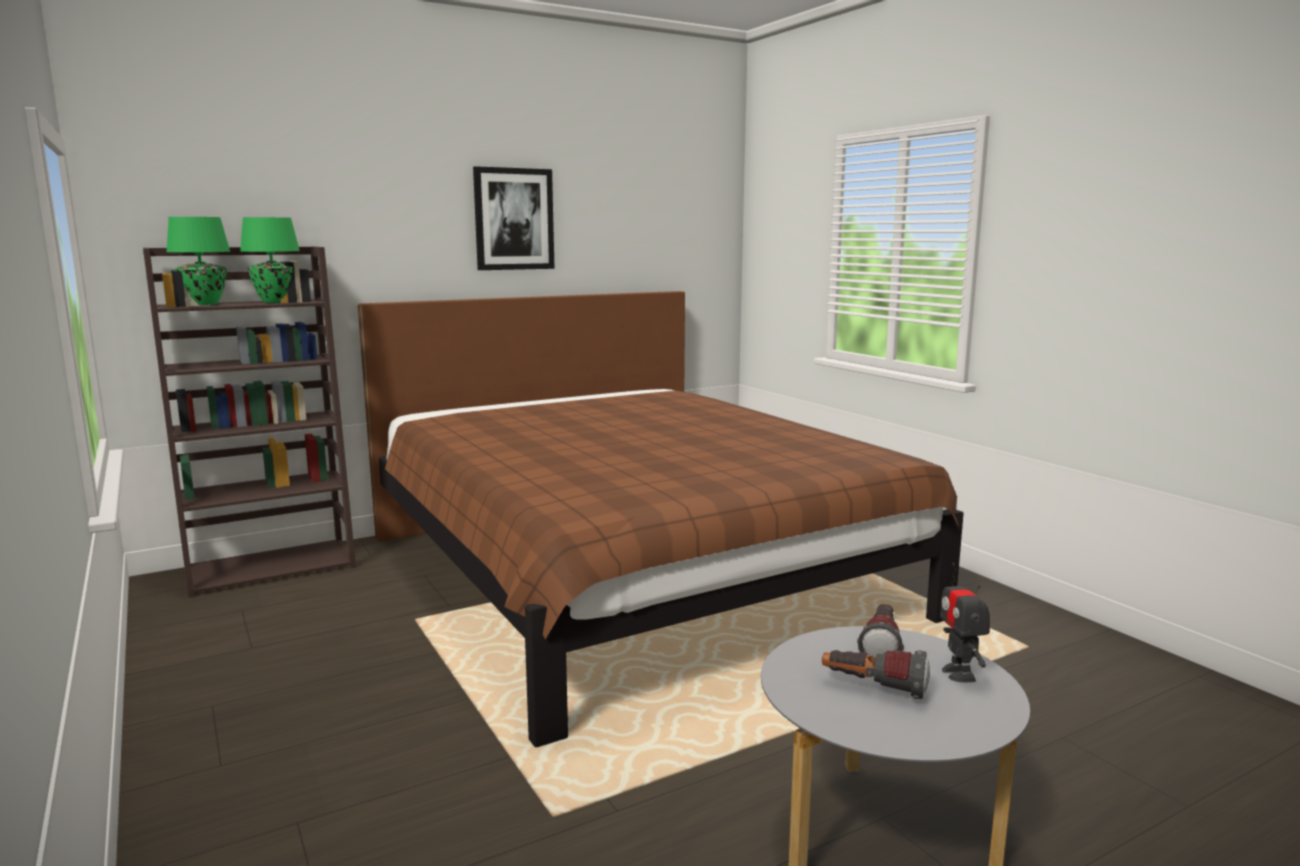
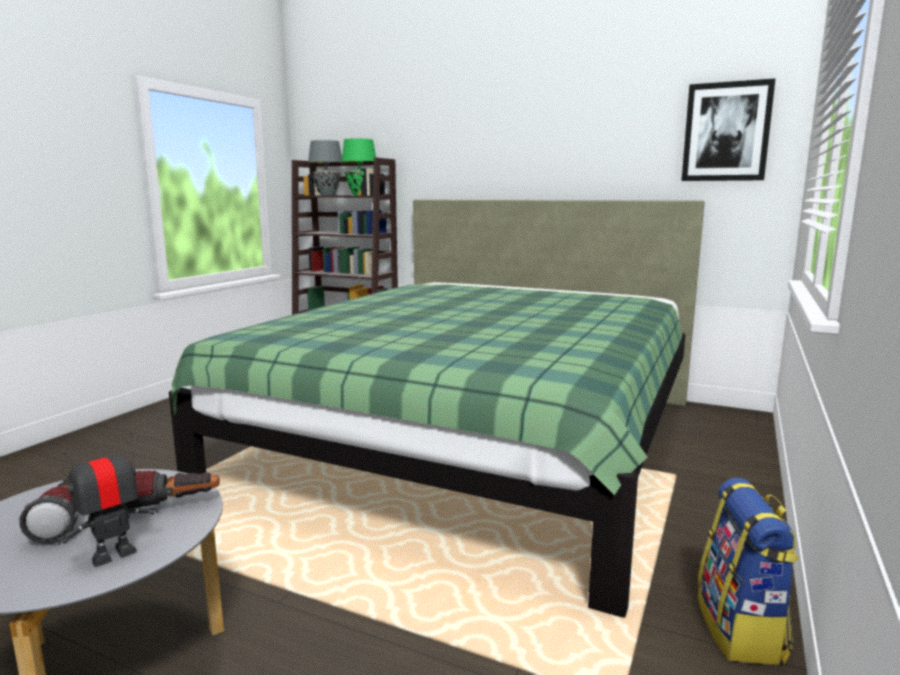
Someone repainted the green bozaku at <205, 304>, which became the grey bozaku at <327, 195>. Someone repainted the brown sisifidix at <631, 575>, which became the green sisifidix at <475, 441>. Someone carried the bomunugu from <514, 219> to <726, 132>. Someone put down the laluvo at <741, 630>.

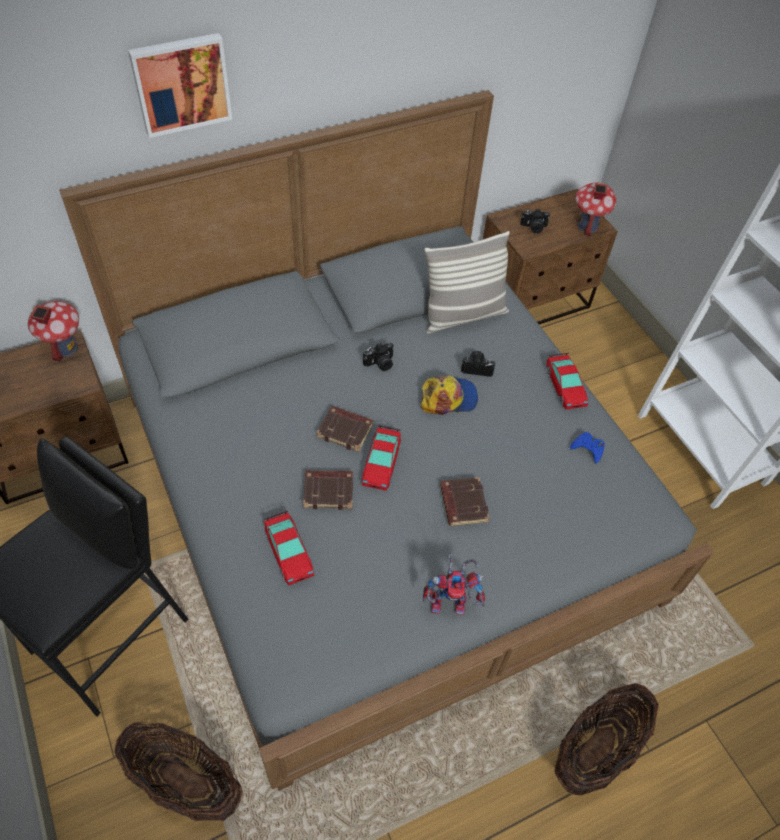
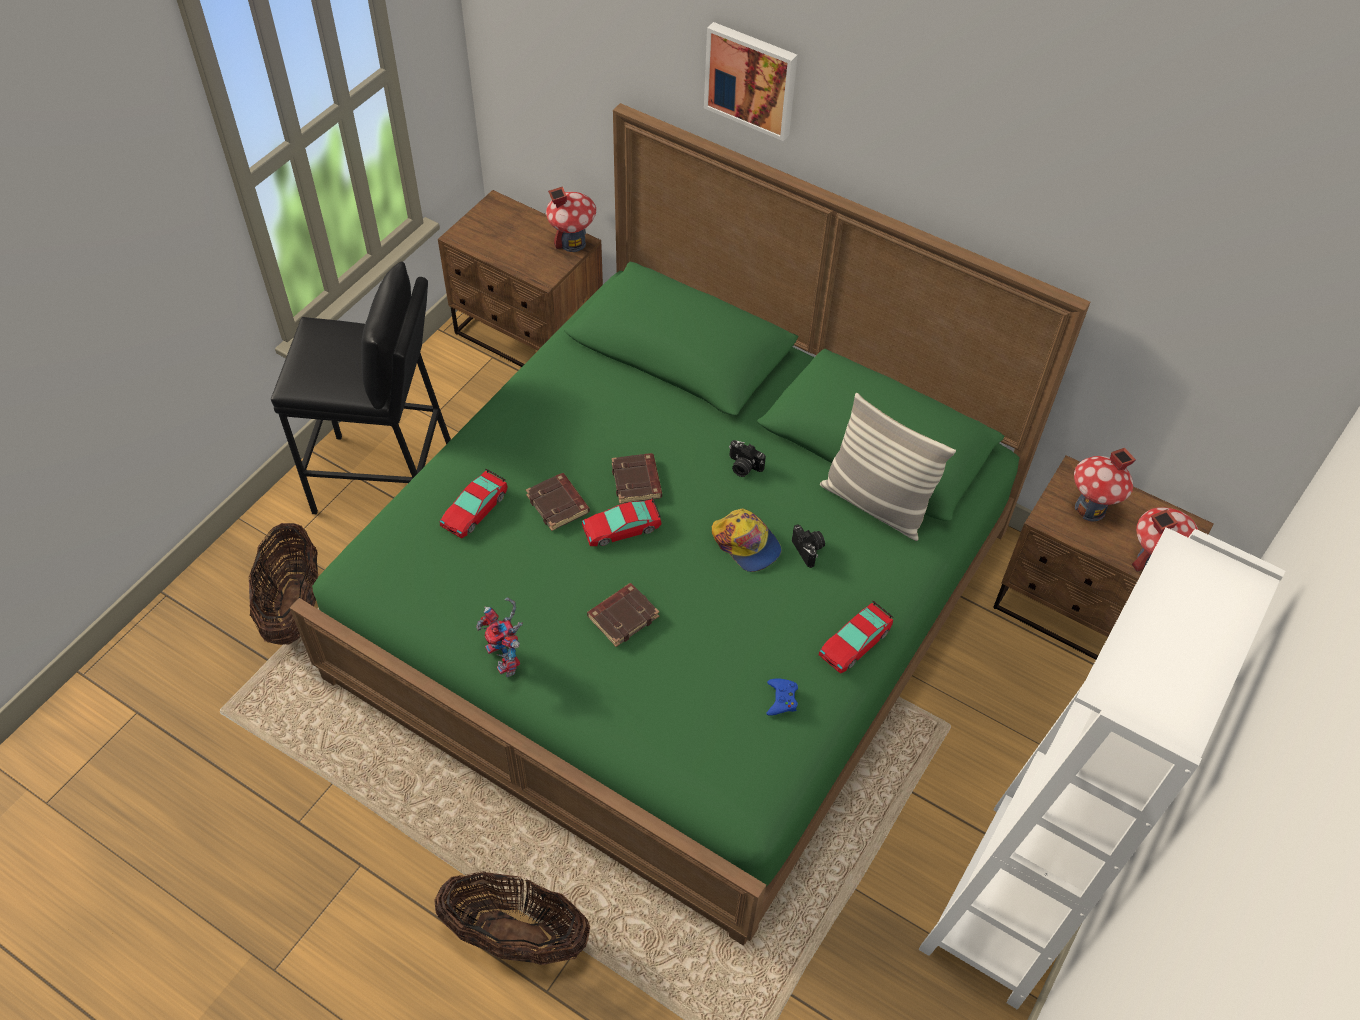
Someone repainted the grey sisifidix at <383, 493>, which became the green sisifidix at <677, 599>. Someone swapped the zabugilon at <533, 227> for the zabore at <1090, 509>.

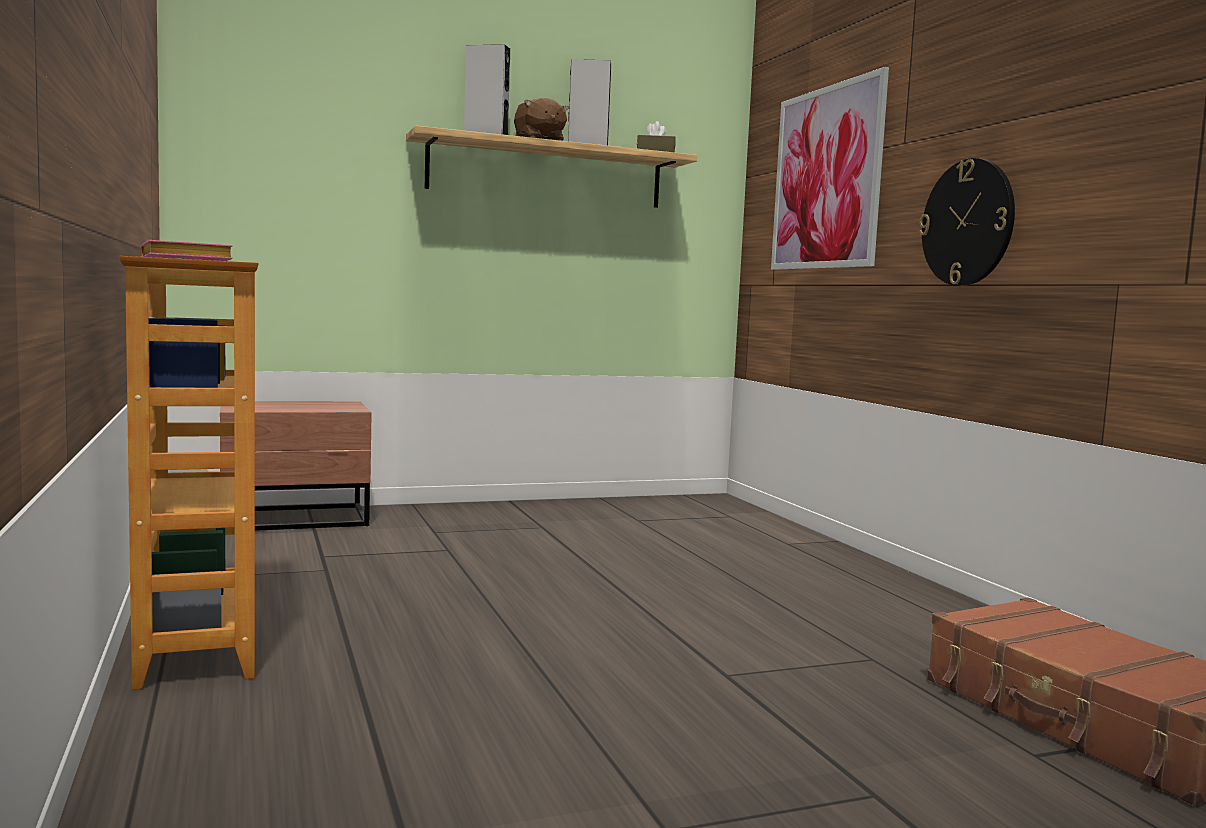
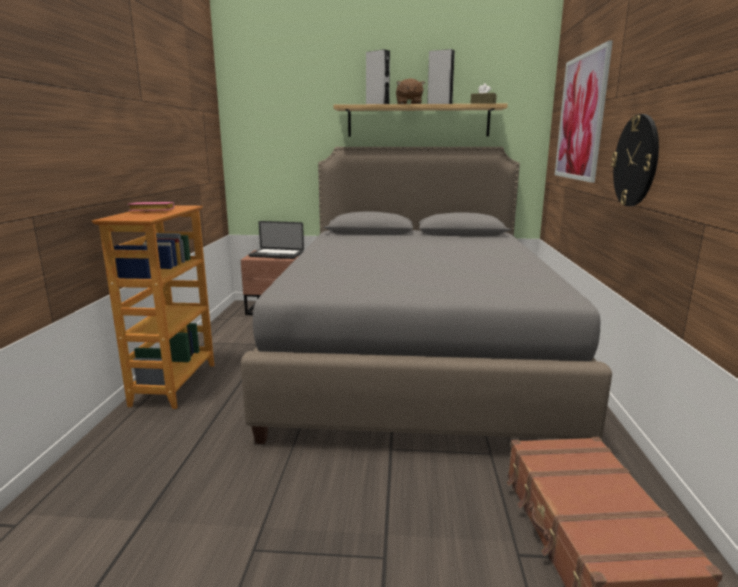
Someone put down the grey sisifidix at <415, 356>. Someone put down the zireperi at <276, 255>.

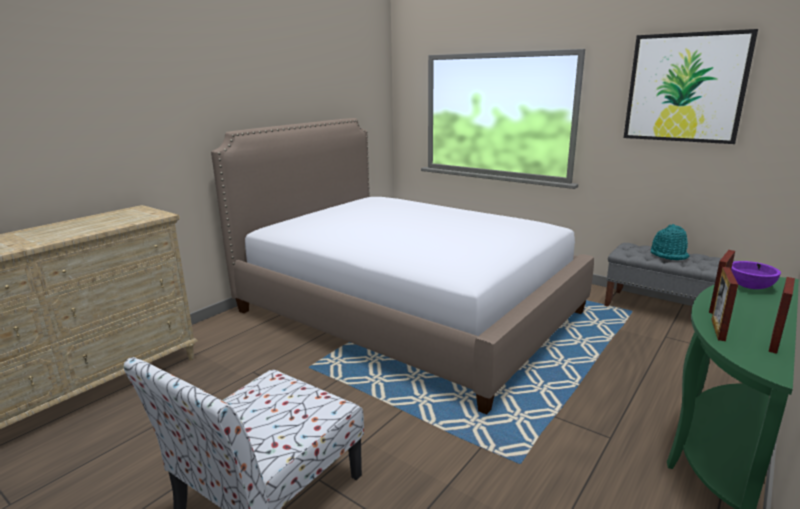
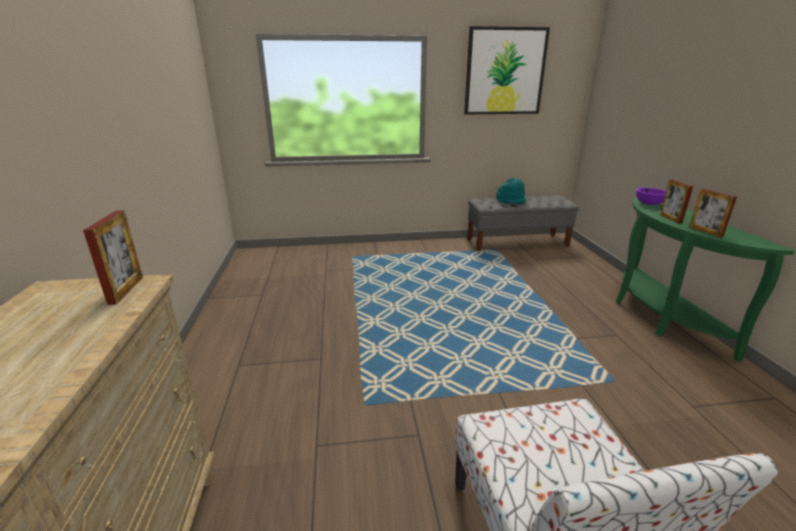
Someone took away the sisifidix at <407, 311>. Someone carried the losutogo from <774, 342> to <126, 290>.

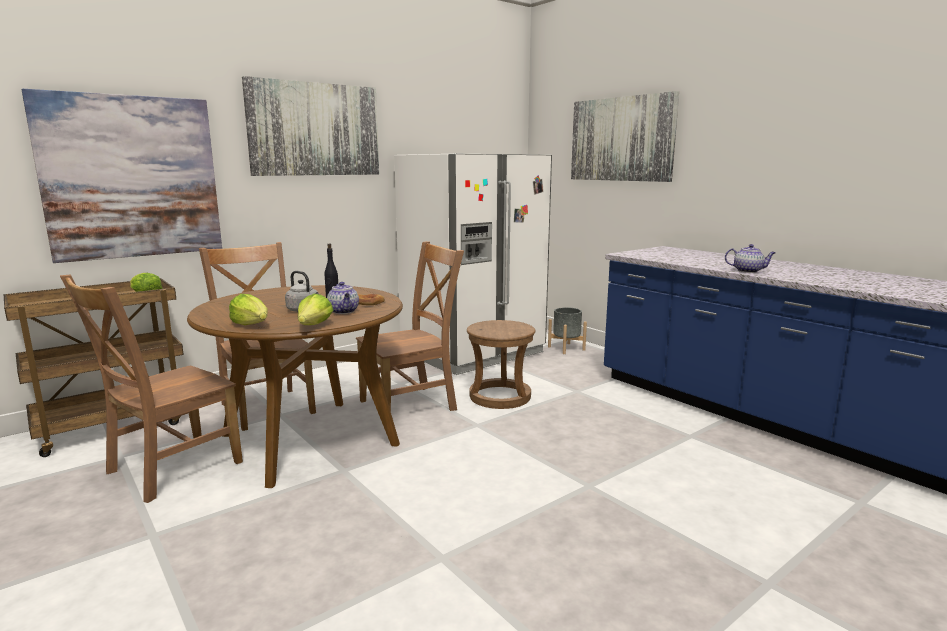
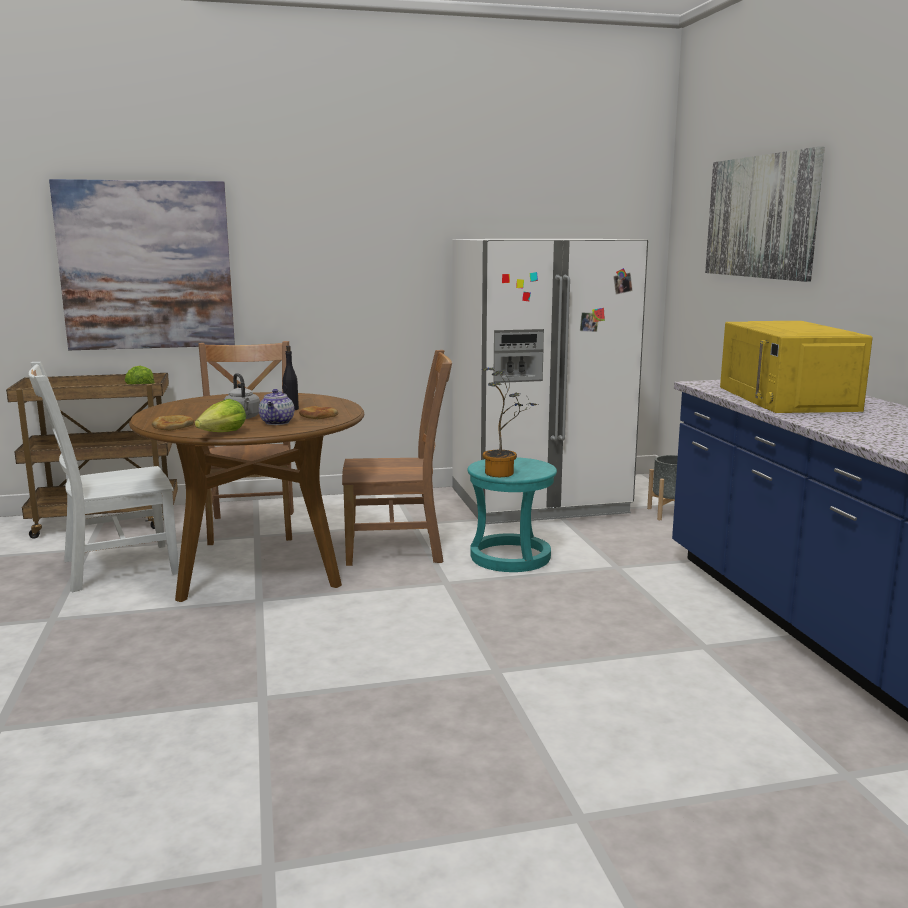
Someone repainted the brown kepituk at <169, 469>, which became the white kepituk at <114, 568>. Someone swapped the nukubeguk at <252, 325> for the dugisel at <173, 426>. Someone took away the bomunugu at <315, 129>. Someone repainted the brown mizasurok at <500, 396>, which became the turquoise mizasurok at <510, 557>. Someone took away the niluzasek at <748, 271>. Someone put down the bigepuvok at <504, 473>. Someone put down the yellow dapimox at <787, 398>.

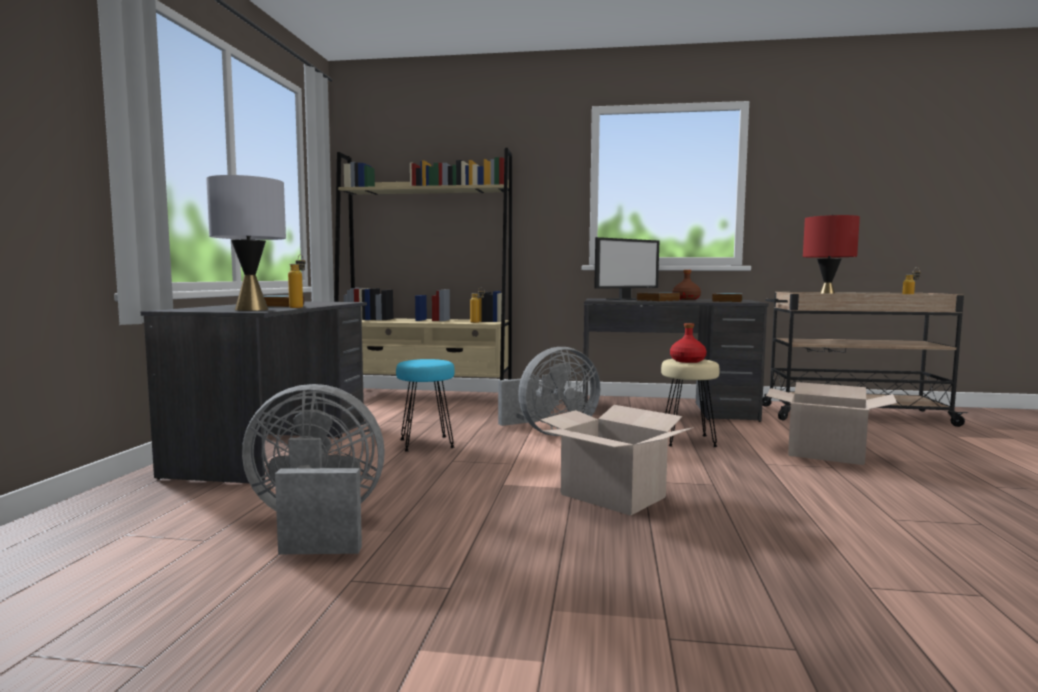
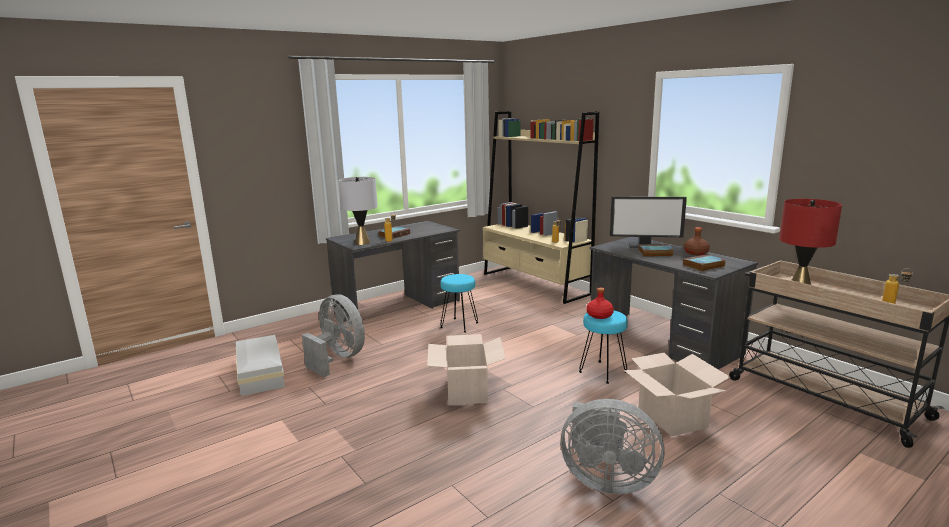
Someone carried the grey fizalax from <550, 433> to <606, 480>. Someone repainted the beige mizasurok at <687, 441>, which became the turquoise mizasurok at <602, 372>. Someone put down the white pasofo at <261, 372>.

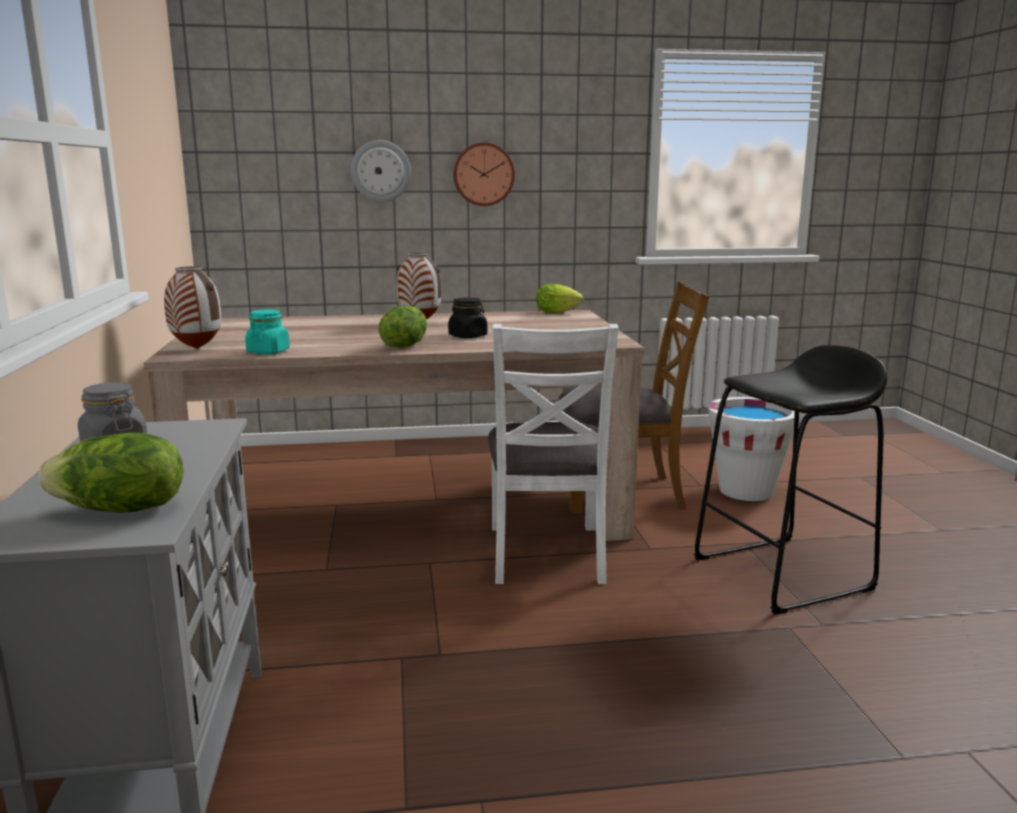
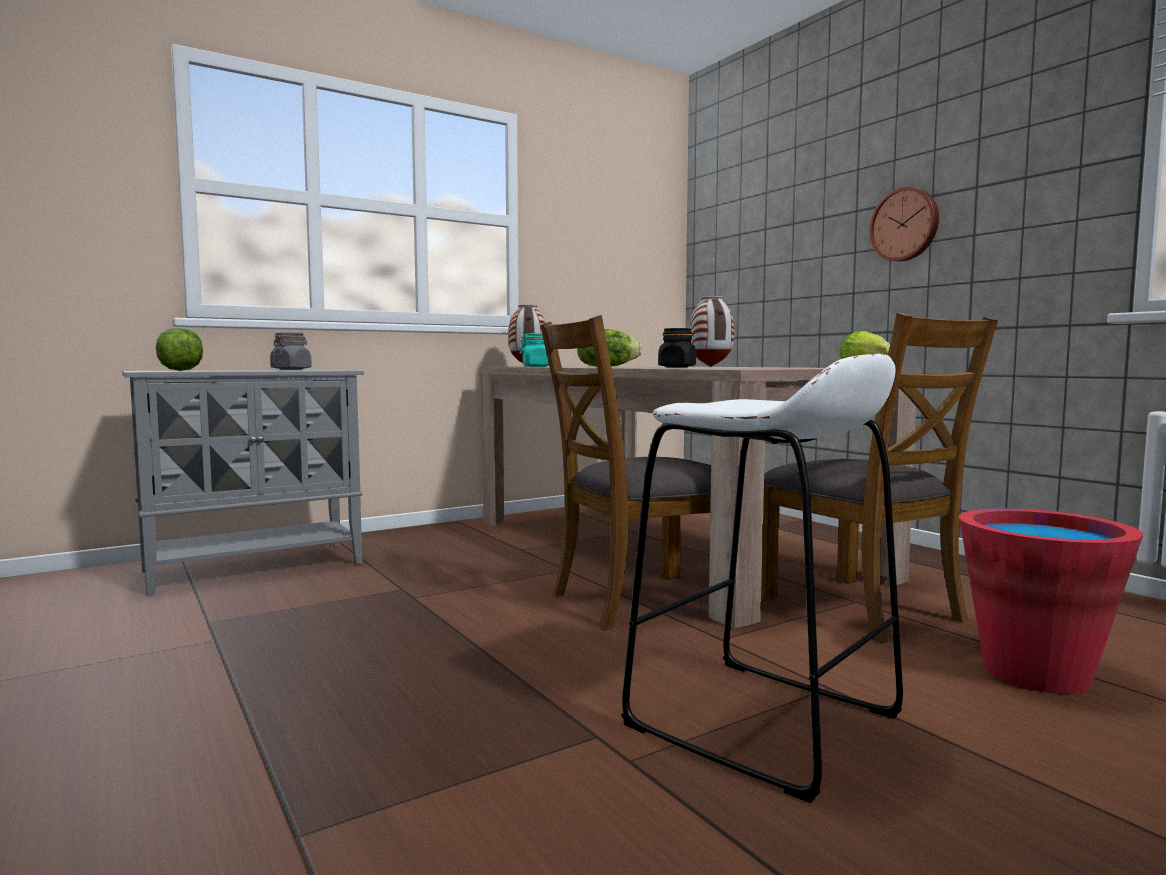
Someone took away the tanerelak at <381, 171>. Someone repainted the white kepituk at <547, 553>, which became the brown kepituk at <641, 600>. Someone repainted the black mizasurok at <783, 573>, which became the white mizasurok at <763, 722>. Someone repainted the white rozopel at <746, 491>, which became the red rozopel at <1036, 673>.

